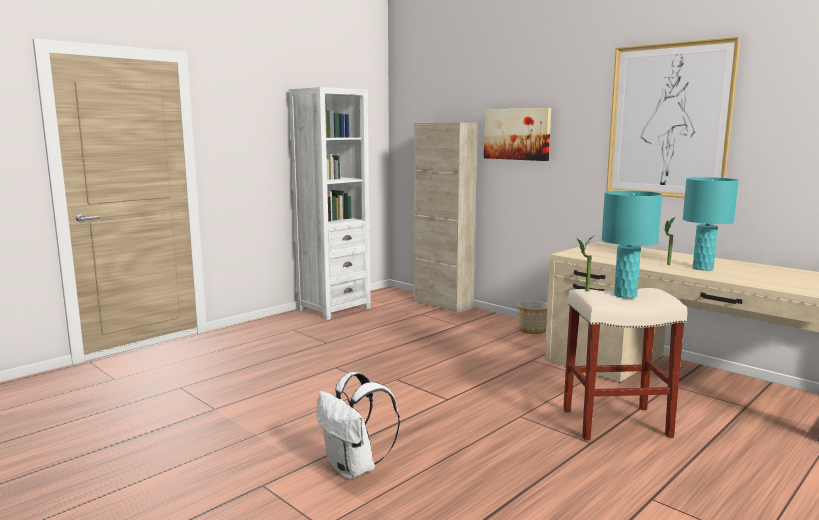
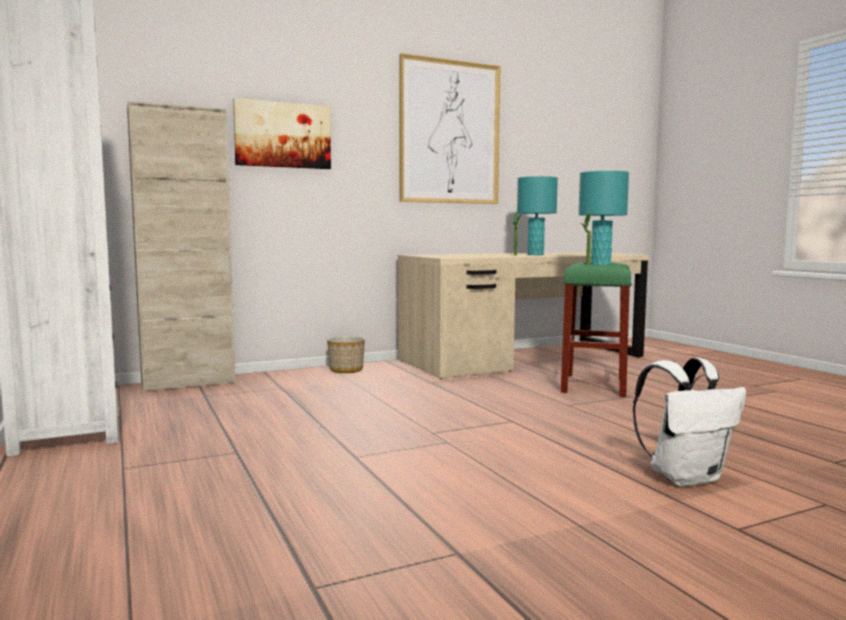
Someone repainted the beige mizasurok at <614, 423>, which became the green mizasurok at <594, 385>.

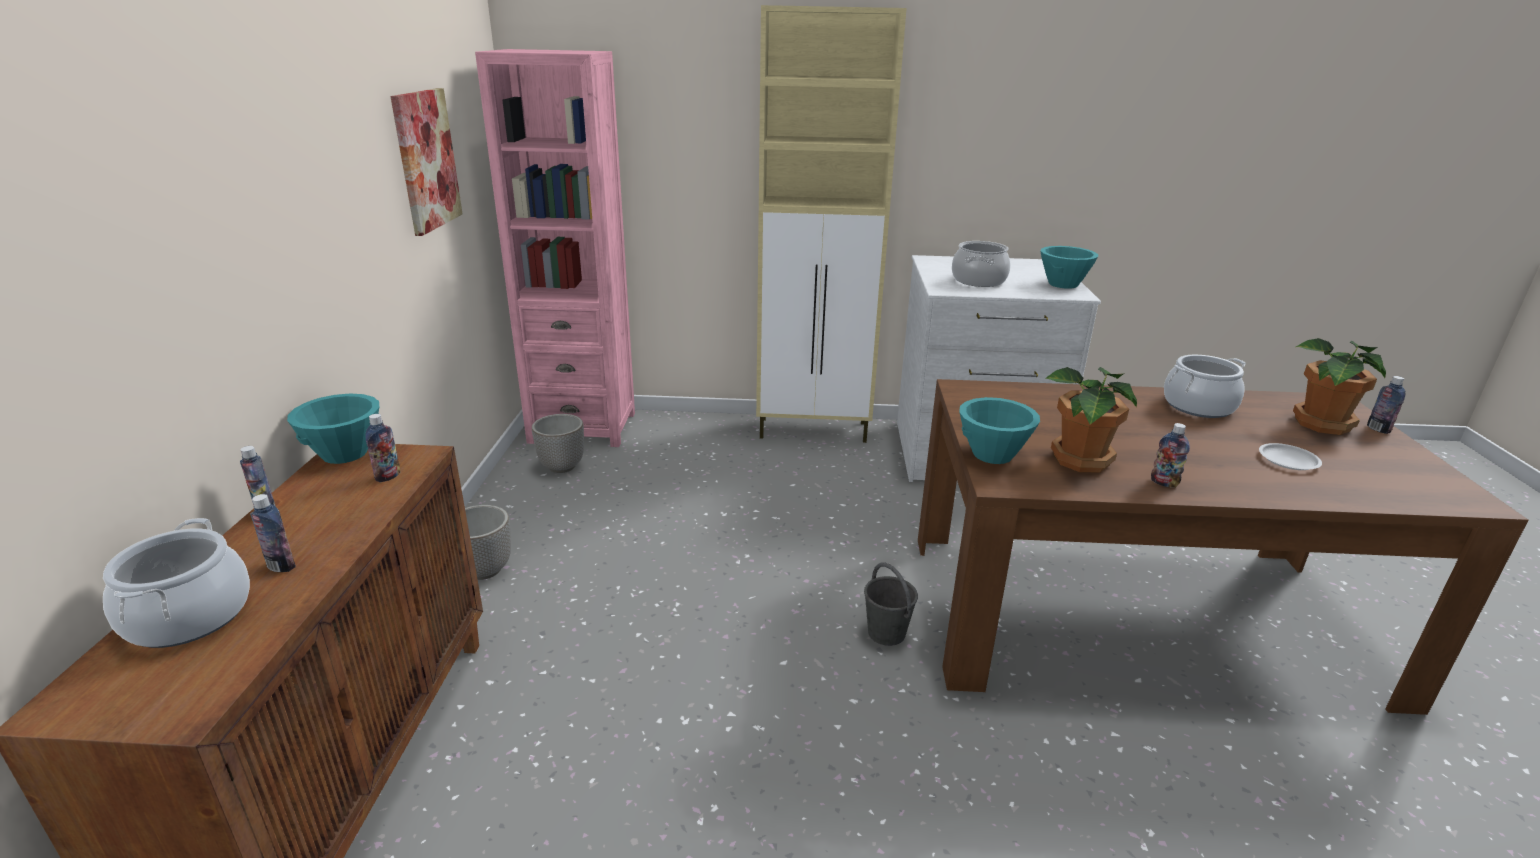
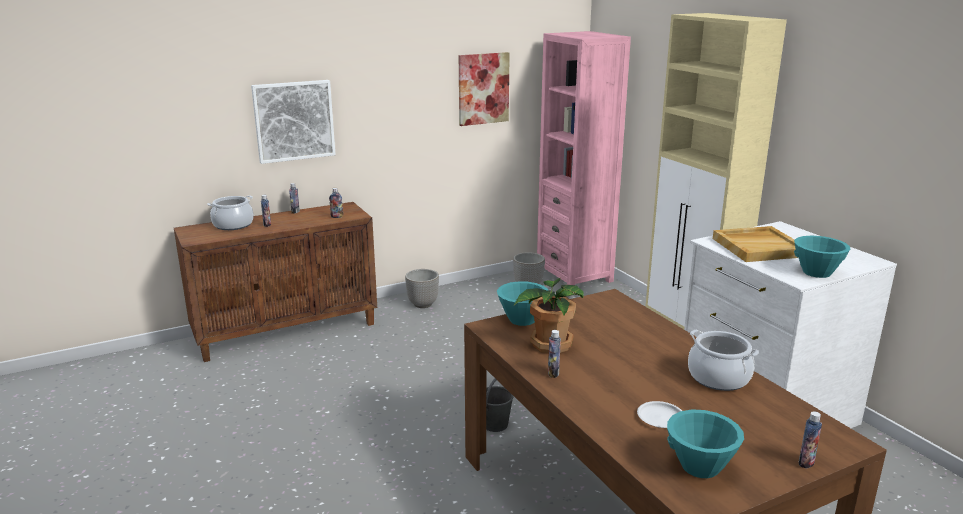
Someone carried the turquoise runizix from <344, 453> to <700, 466>. Someone swapped the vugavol at <978, 280> for the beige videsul at <758, 247>. Someone took away the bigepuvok at <1320, 424>. Someone put up the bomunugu at <294, 121>.

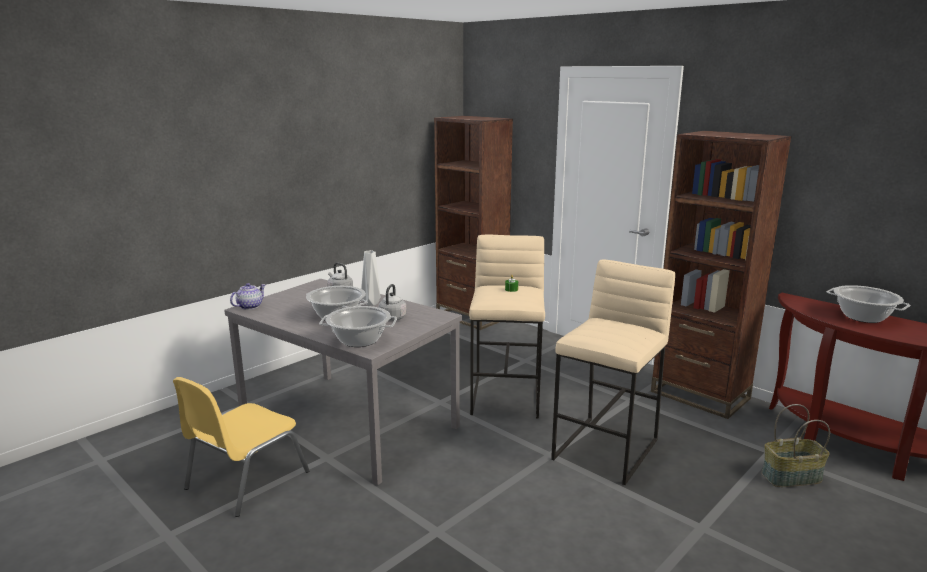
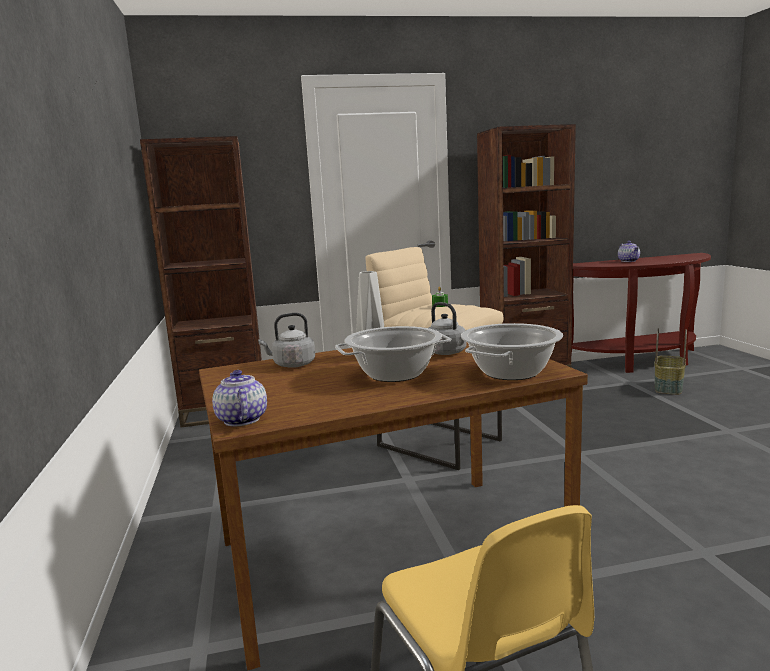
Someone repainted the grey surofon at <347, 423>, which became the brown surofon at <388, 556>. Someone took away the beige mizasurok at <606, 450>. Someone swapped the vugavol at <863, 317> for the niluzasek at <628, 261>.

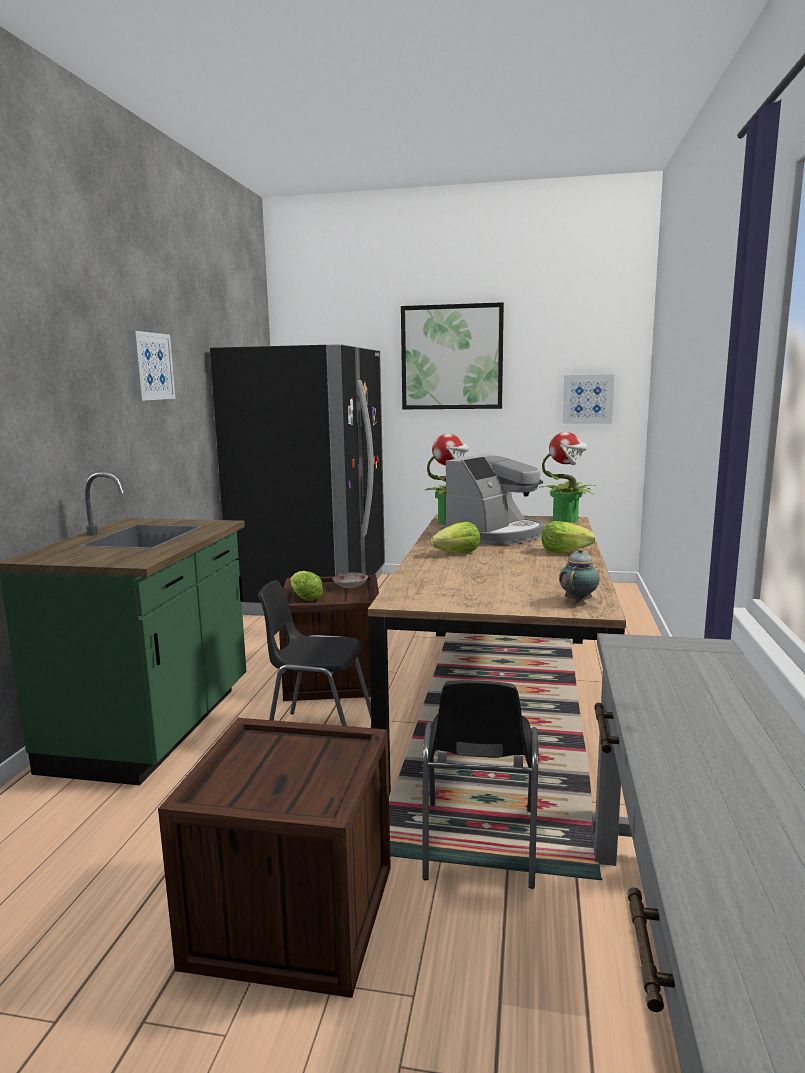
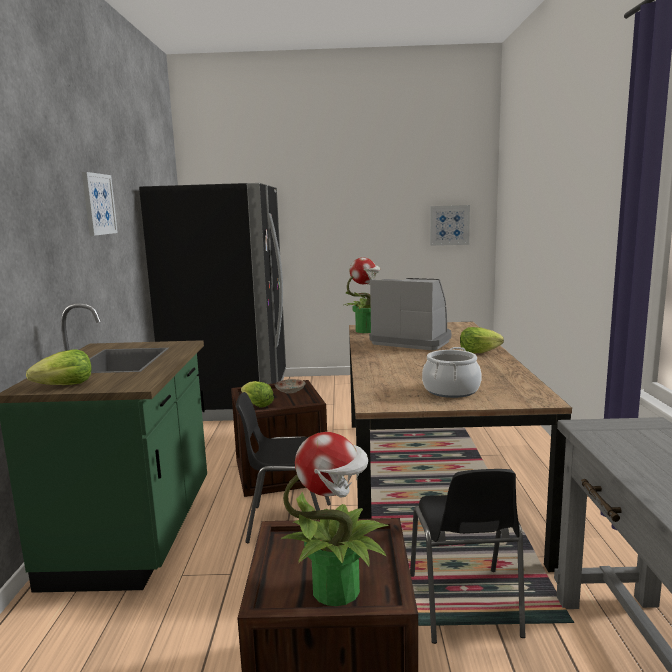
Someone took away the bomunugu at <452, 357>. Someone carried the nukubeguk from <458, 554> to <66, 386>. Someone rotated the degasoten at <495, 535> by 90 degrees counterclockwise. Someone carried the bigepuvok from <566, 520> to <338, 589>. Someone took away the niluzasek at <579, 601>. Someone put down the vugavol at <451, 390>.

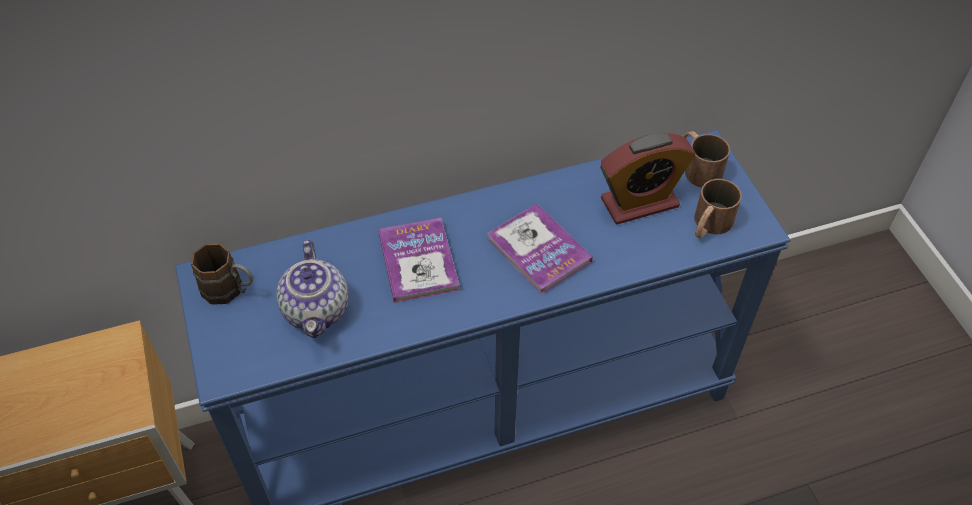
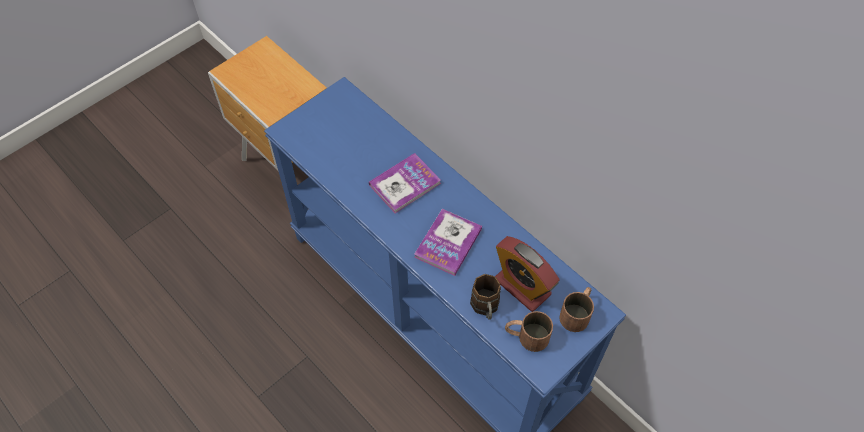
Someone carried the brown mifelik from <230, 291> to <485, 309>. Someone took away the niluzasek at <317, 311>.

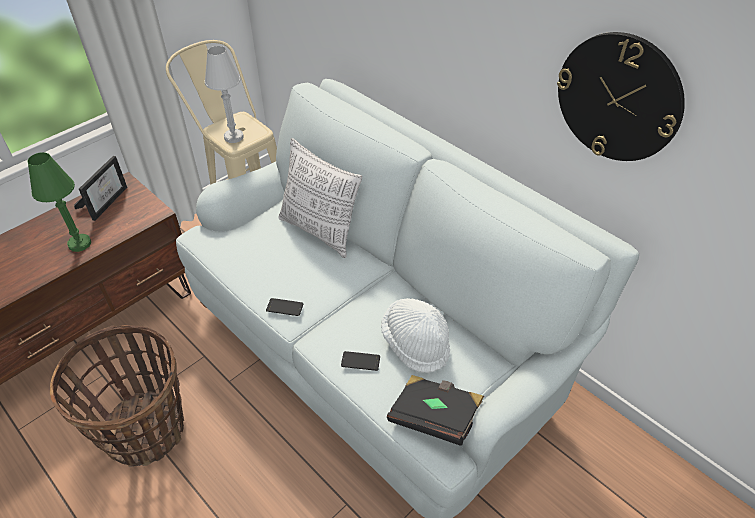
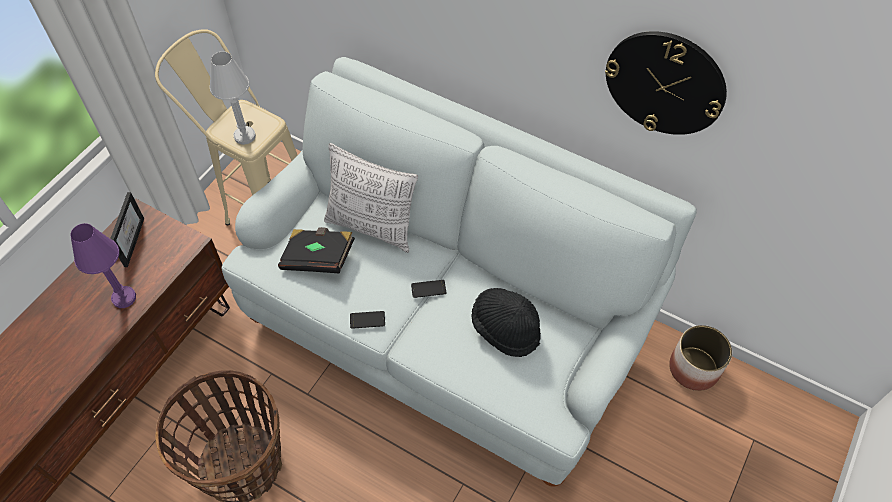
Someone repainted the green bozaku at <79, 244>, which became the purple bozaku at <124, 298>. Someone carried the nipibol from <360, 361> to <428, 289>. Someone repainted the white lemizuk at <416, 343>, which became the black lemizuk at <505, 329>. Someone carried the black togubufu from <434, 417> to <318, 258>. Someone put down the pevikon at <694, 368>.

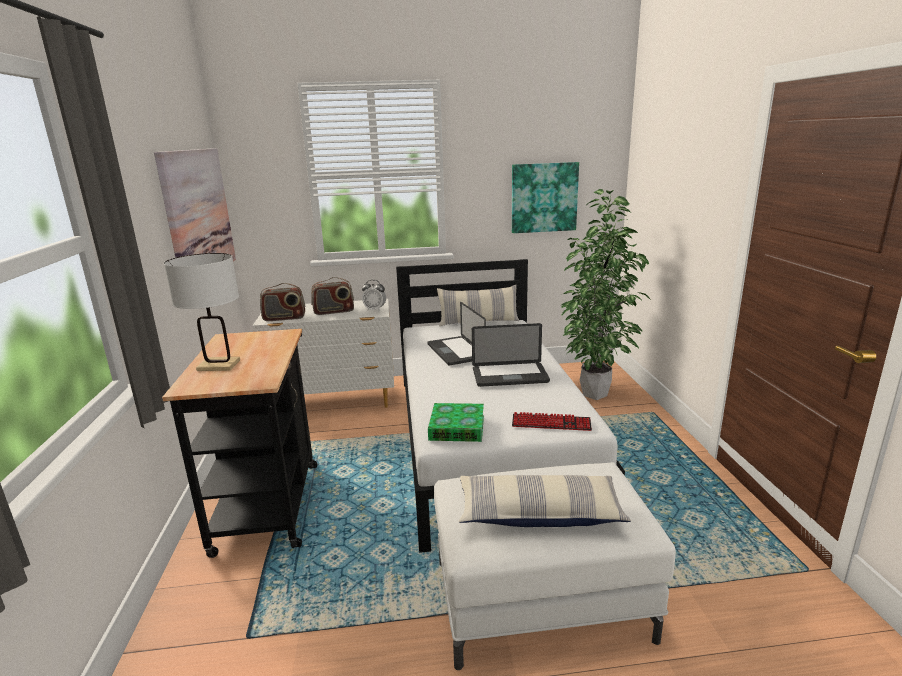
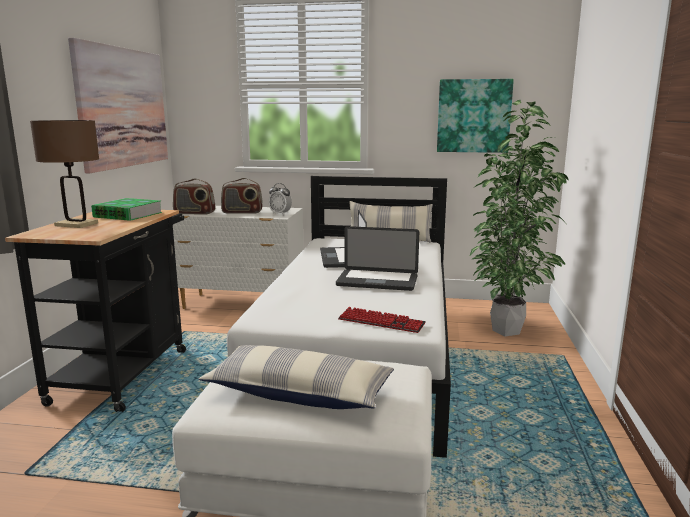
Someone repainted the white bozaku at <218, 365>, which became the brown bozaku at <76, 224>. Someone carried the togubufu from <457, 428> to <128, 215>.

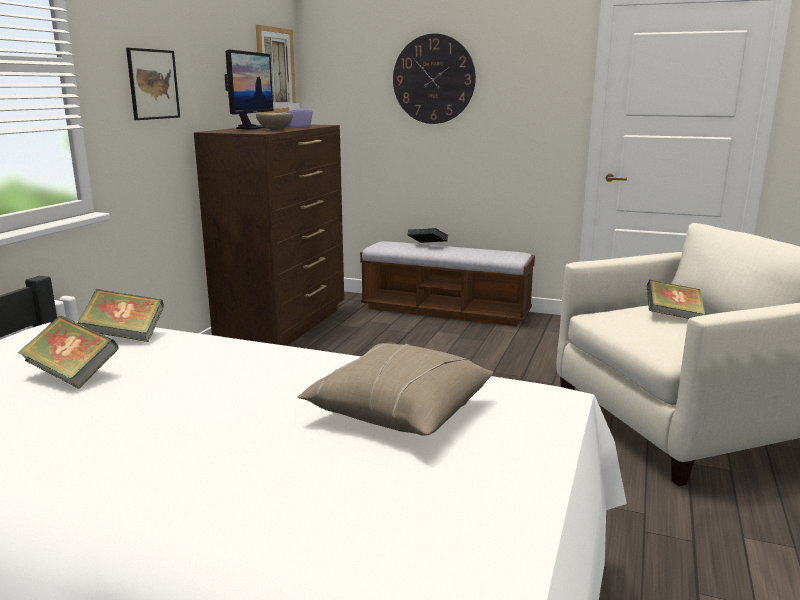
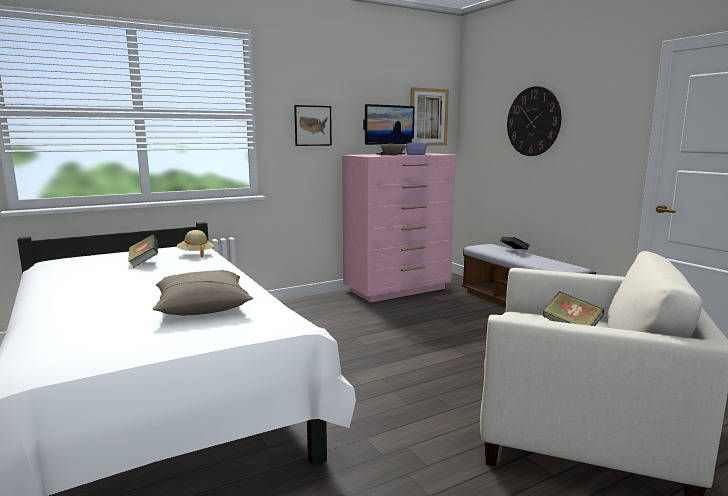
Someone swapped the togubufu at <125, 336> for the beige lemizuk at <196, 254>. Someone repainted the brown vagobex at <285, 326>, which became the pink vagobex at <398, 290>.

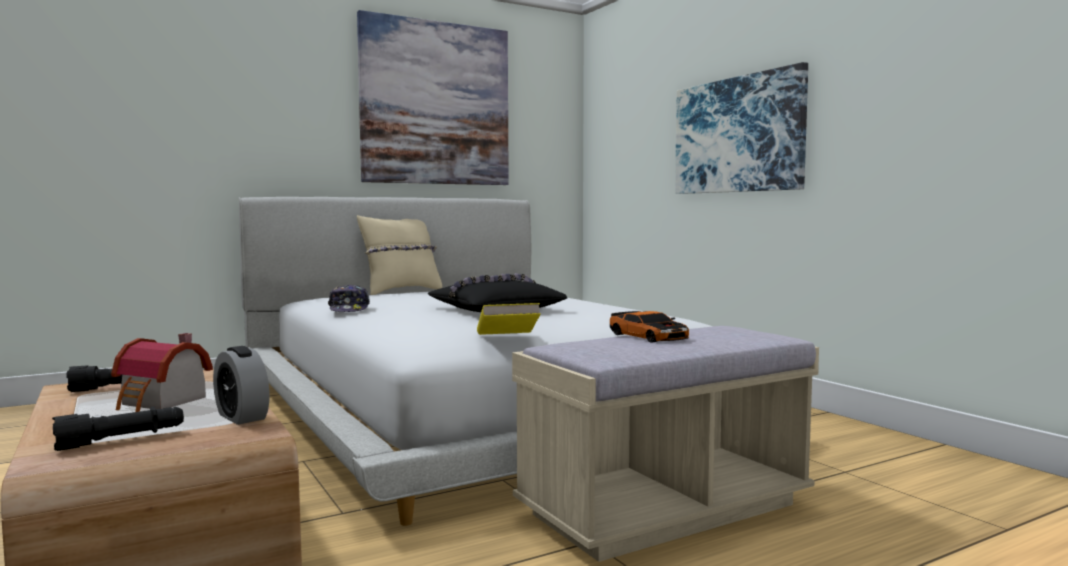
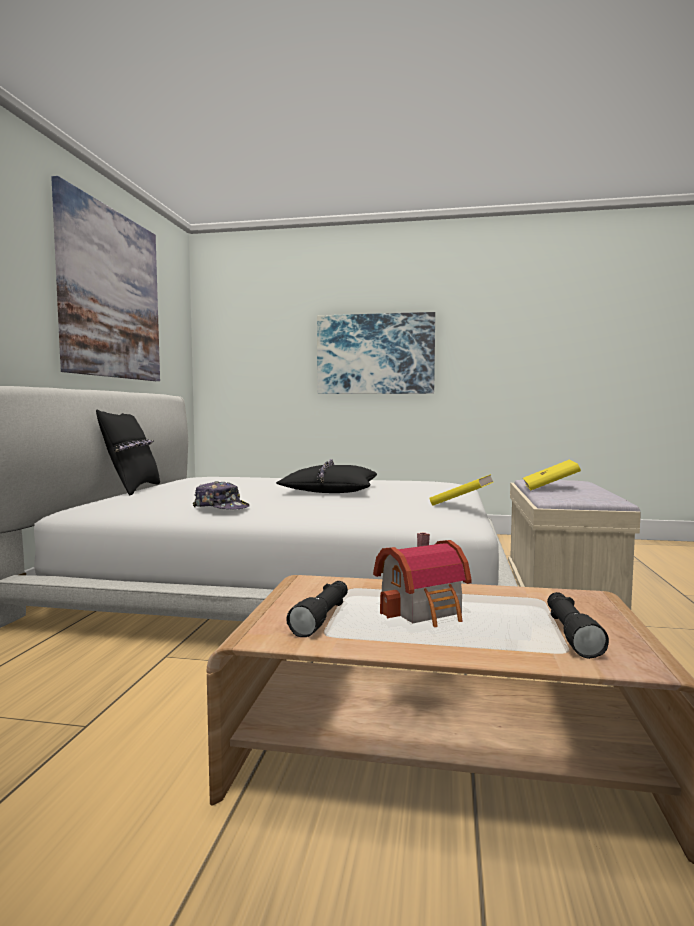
Someone took away the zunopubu at <241, 417>. Someone repainted the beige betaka at <401, 291>, which became the black betaka at <132, 489>. Someone swapped the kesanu at <649, 336> for the yellow togubufu at <550, 488>.

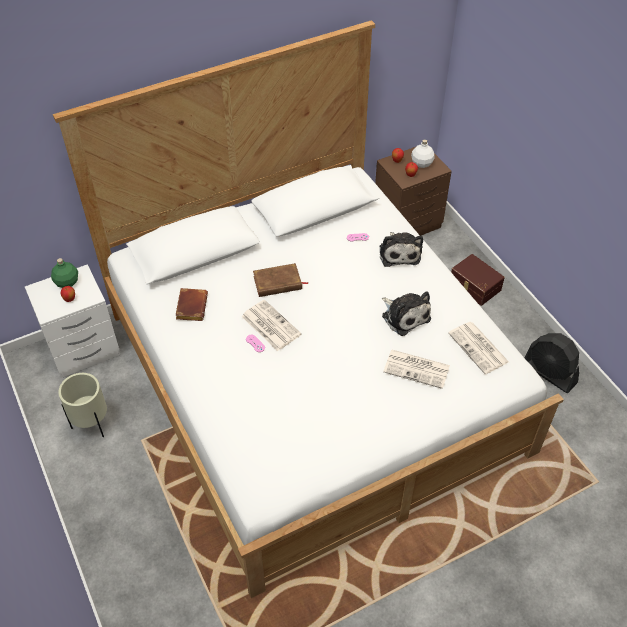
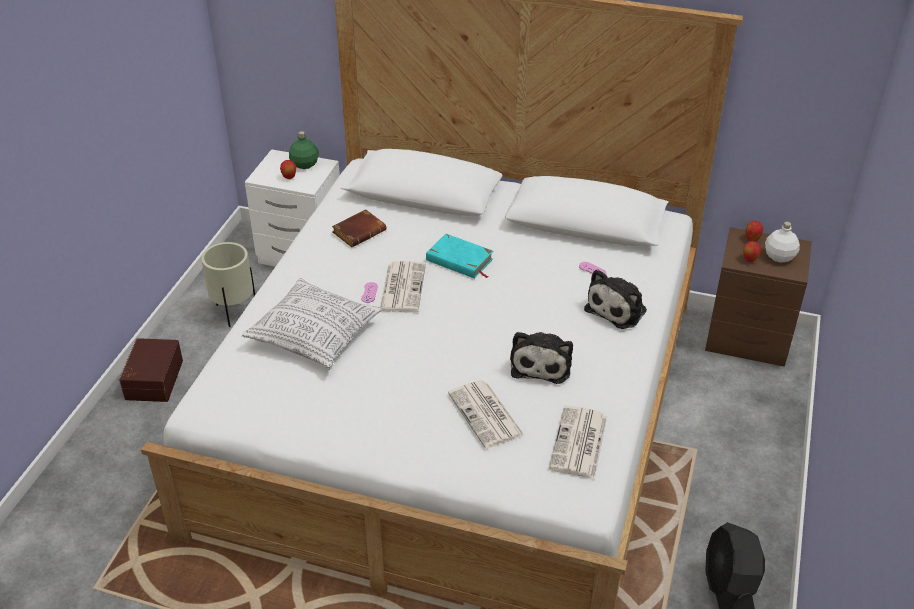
Someone repainted the brown togubufu at <278, 283>, which became the turquoise togubufu at <459, 260>. Someone carried the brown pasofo from <474, 286> to <152, 379>. Someone put down the betaka at <315, 336>.

